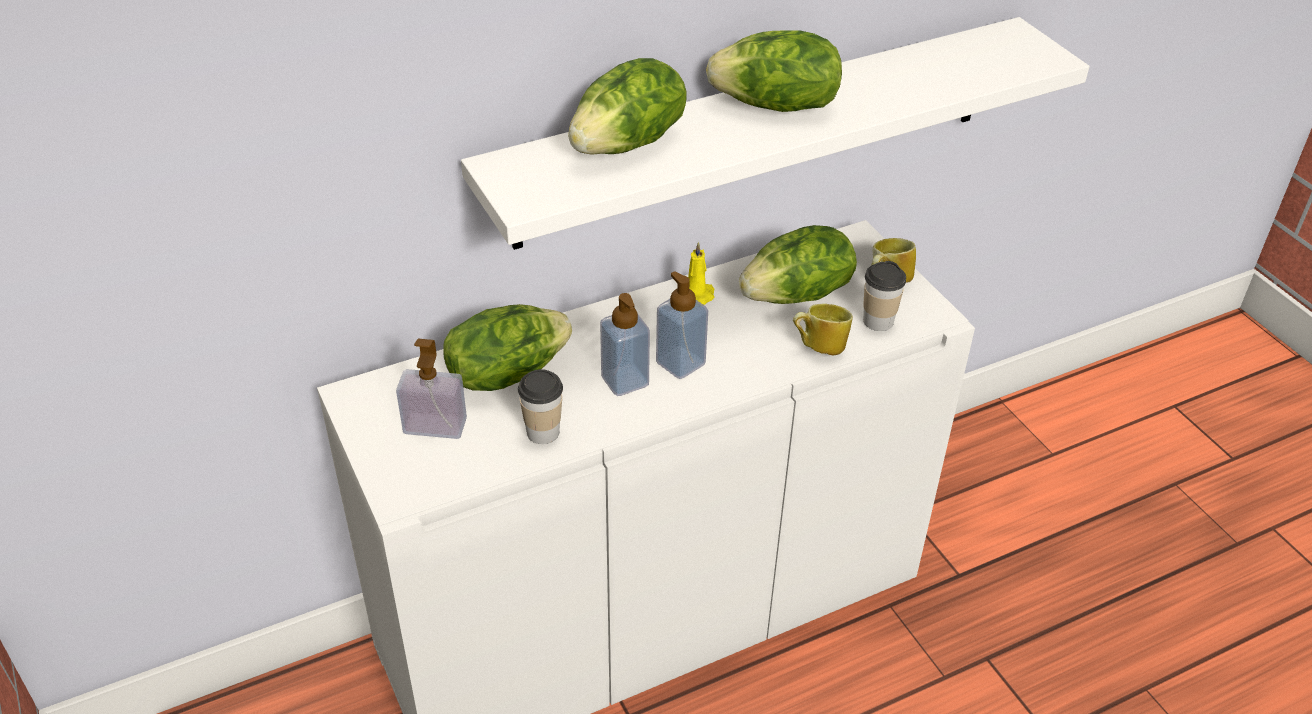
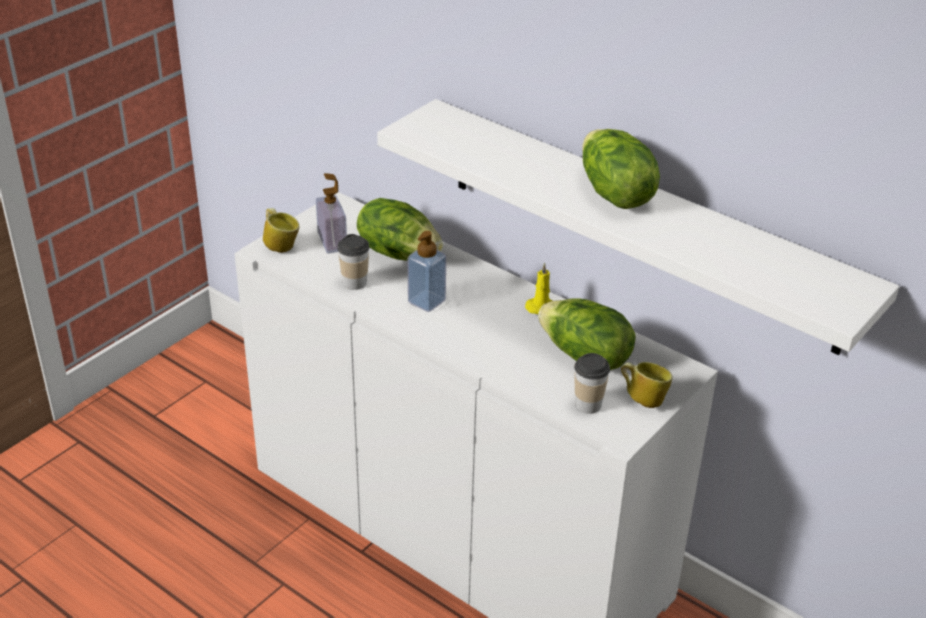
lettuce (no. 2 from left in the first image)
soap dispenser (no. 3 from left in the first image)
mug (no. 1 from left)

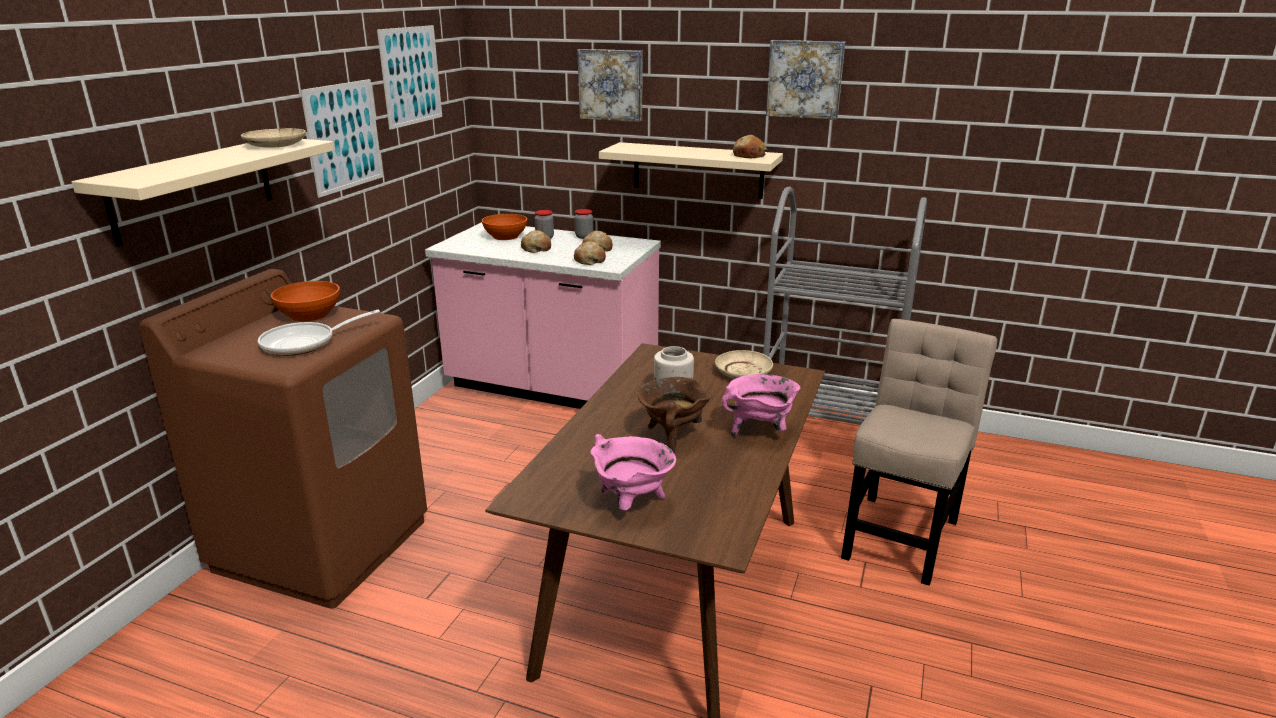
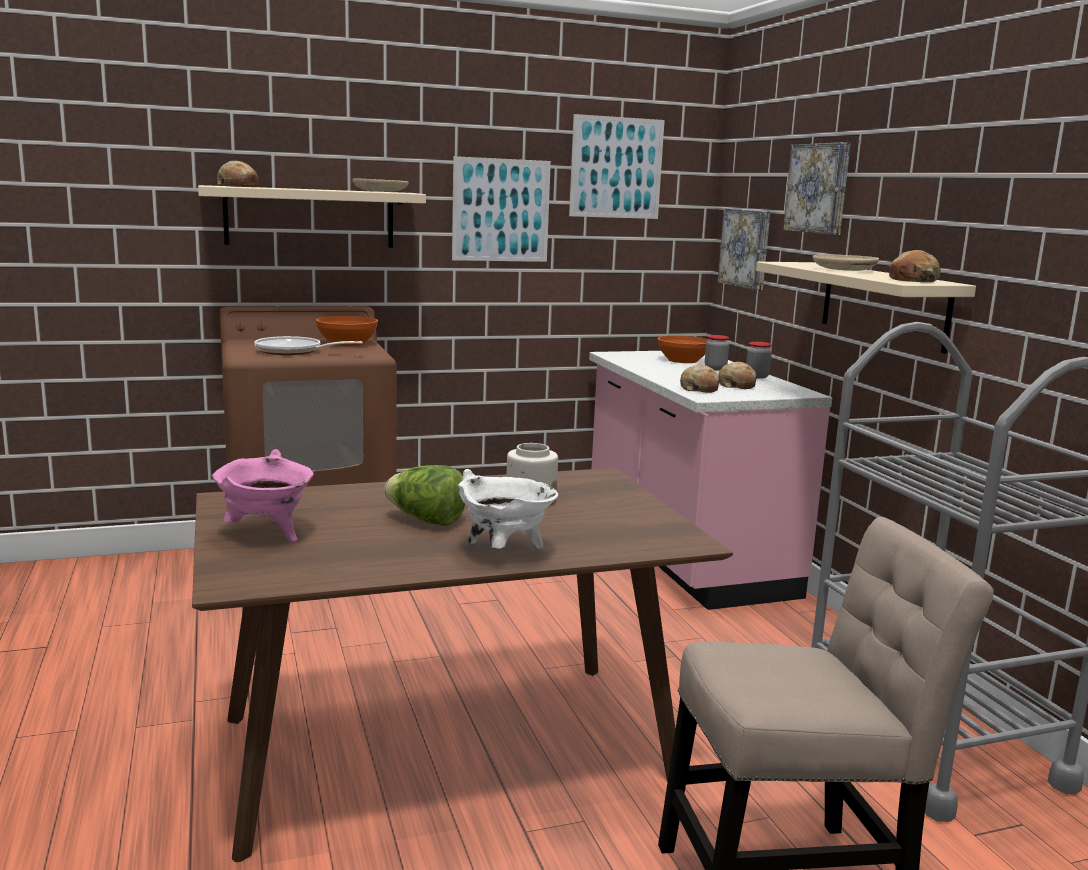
picture (no. 3 from left)
bread (no. 1 from left)
beige plate (no. 2 from left)
white cooking pot
lettuce

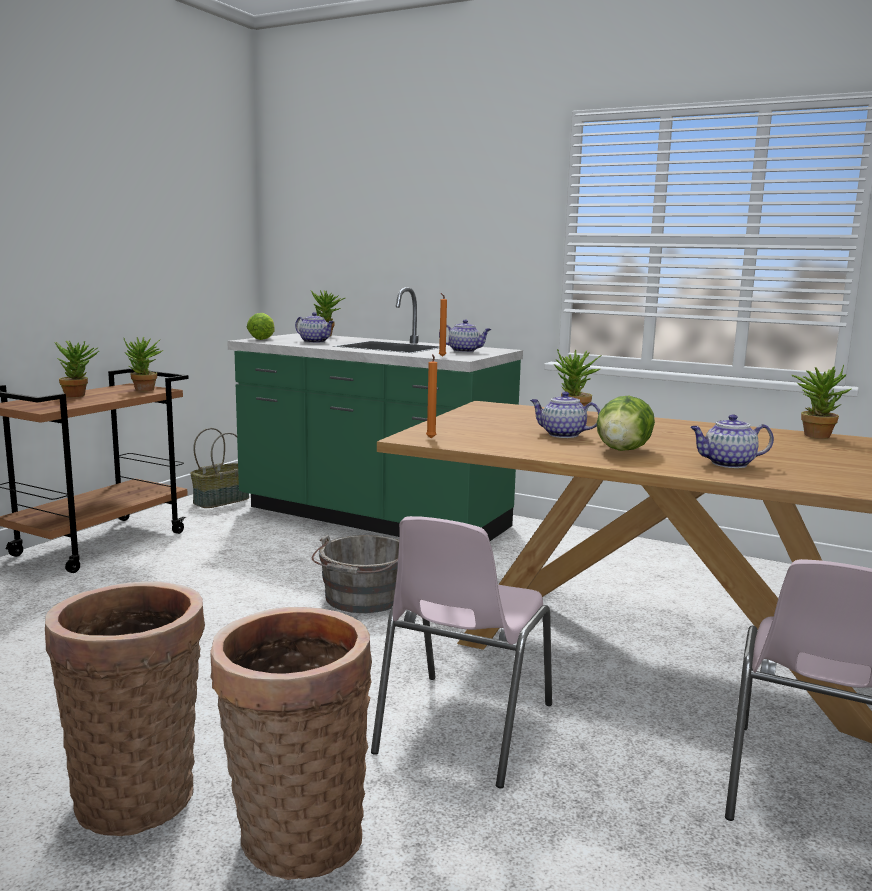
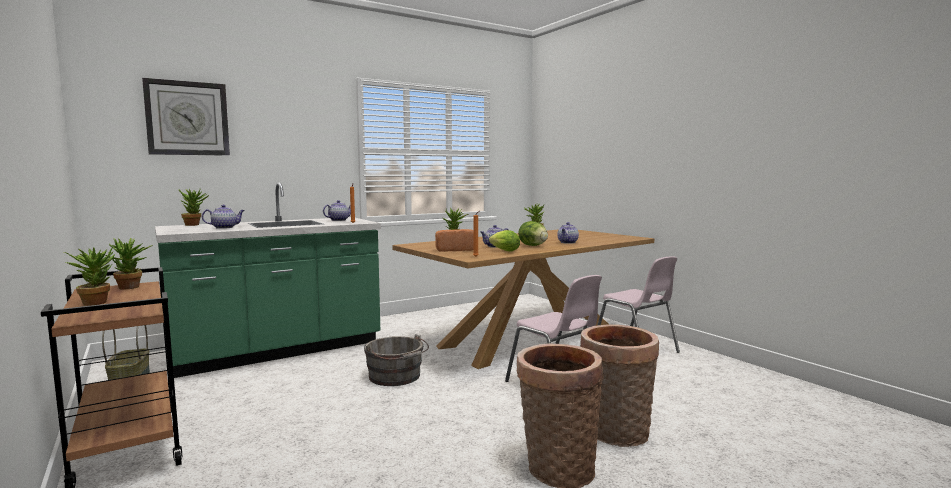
lettuce (no. 1 from left)
wall clock
bread

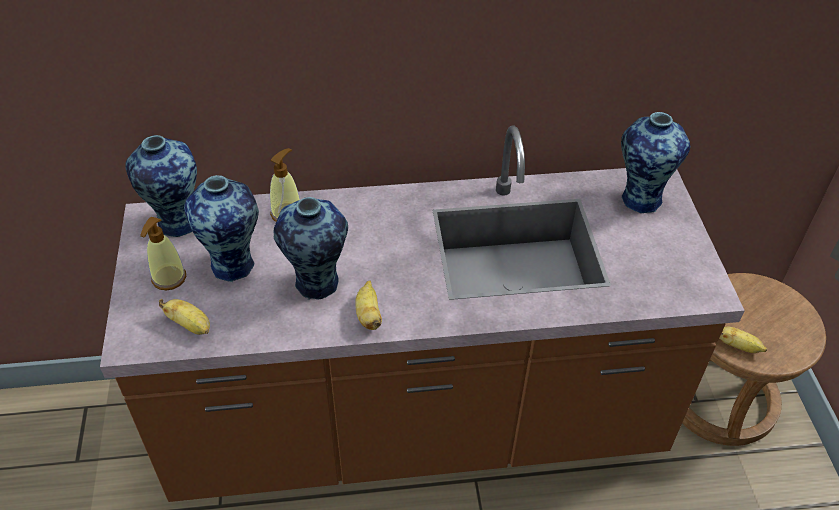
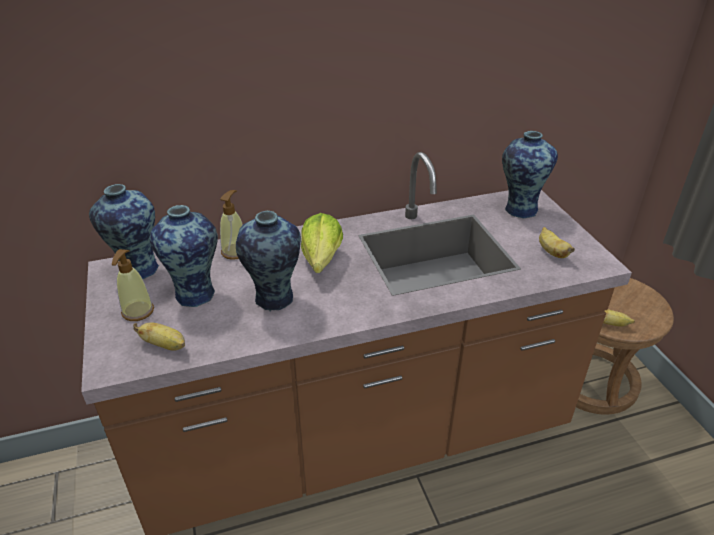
banana (no. 2 from left)
lettuce

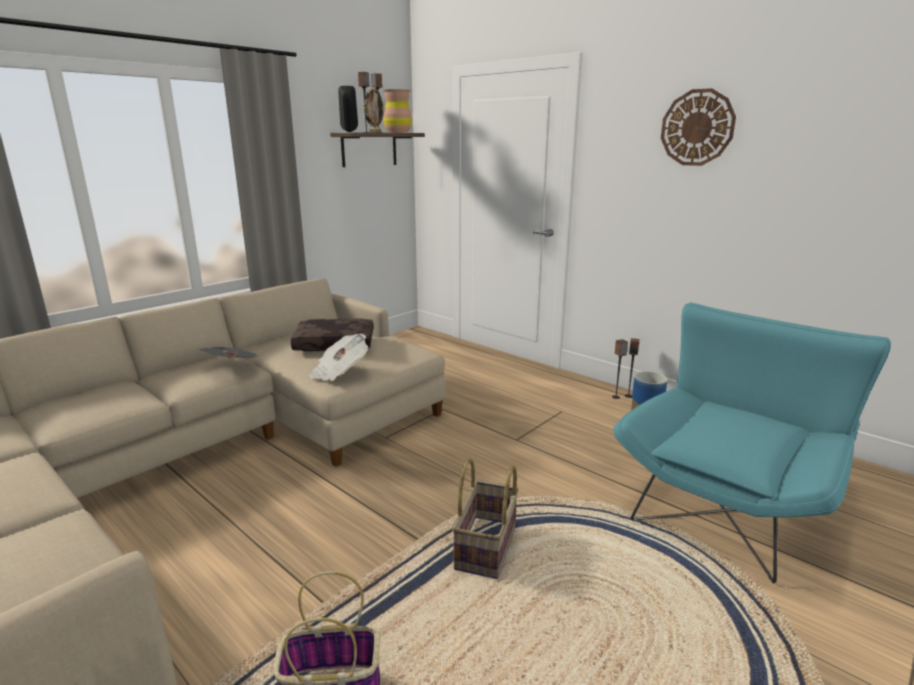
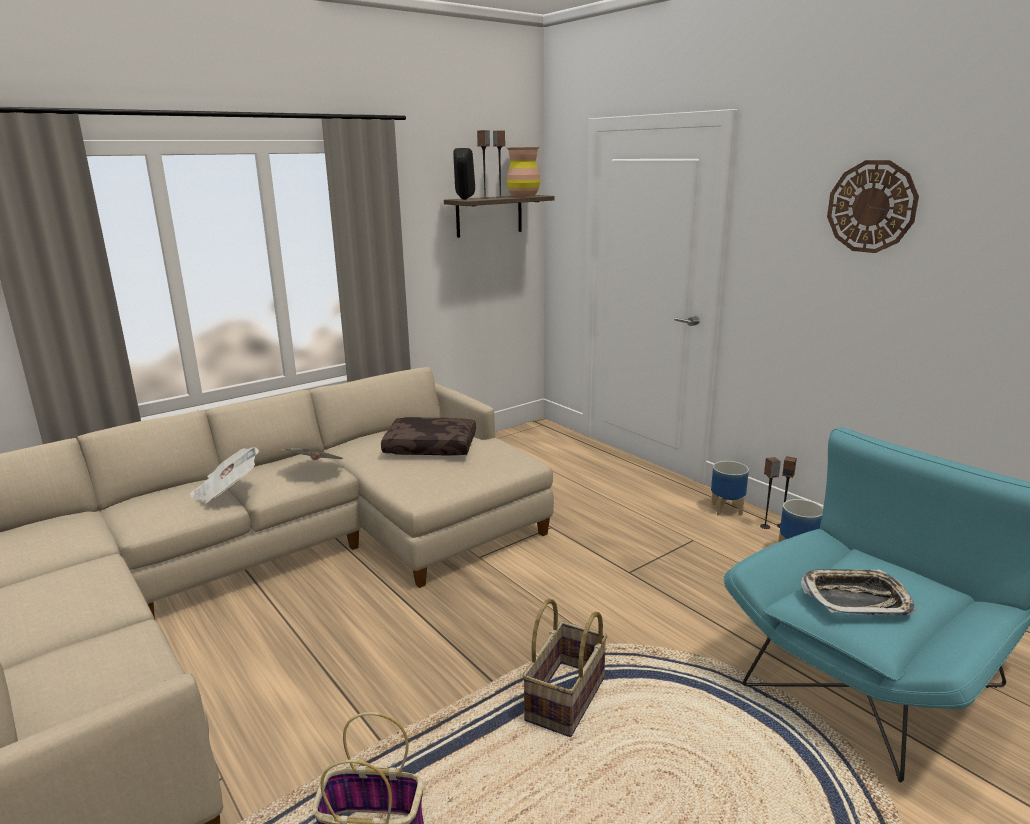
picture frame
newspaper (no. 1 from left)
planter (no. 1 from left)
tray

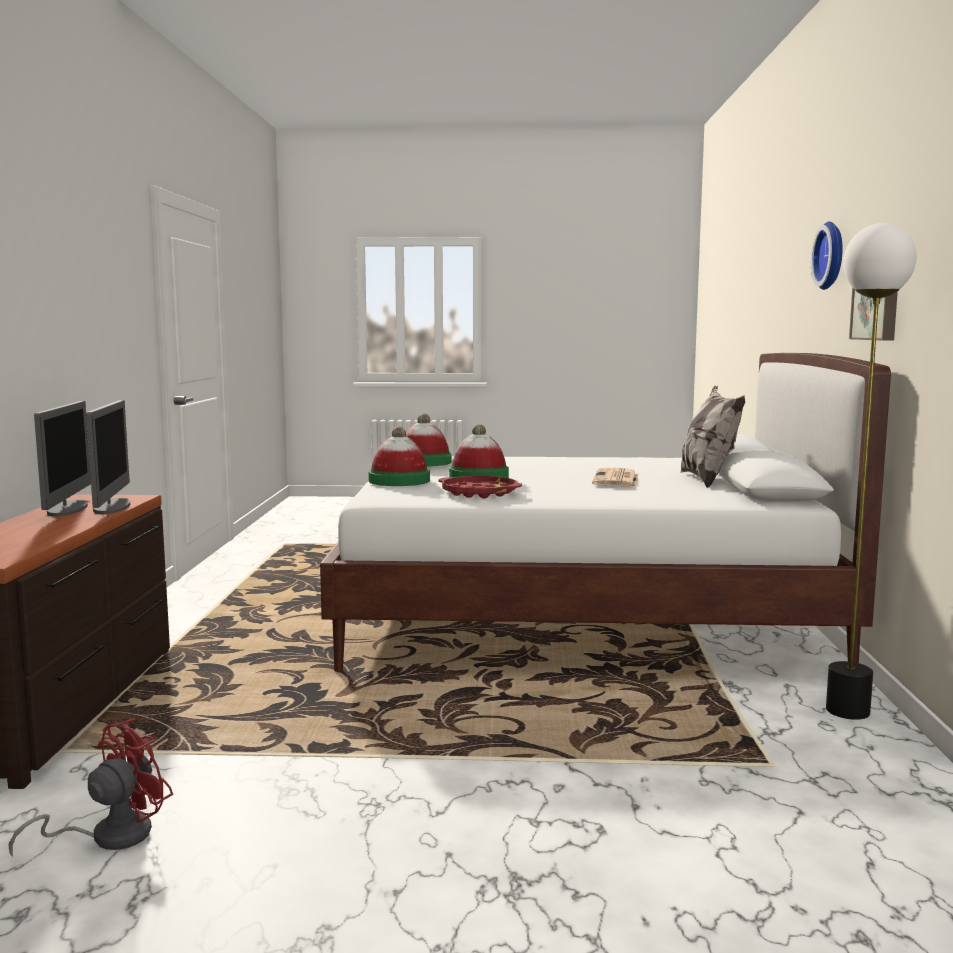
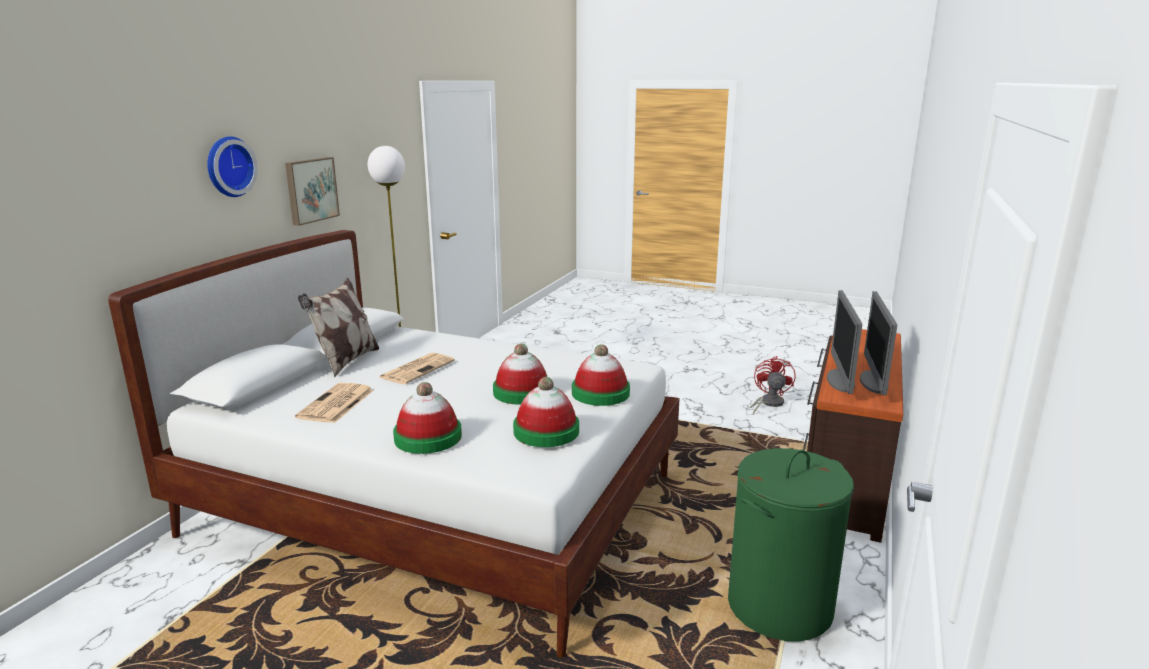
red tray
red fan
hat (no. 1 from left)
newspaper (no. 1 from left)
green laundry basket

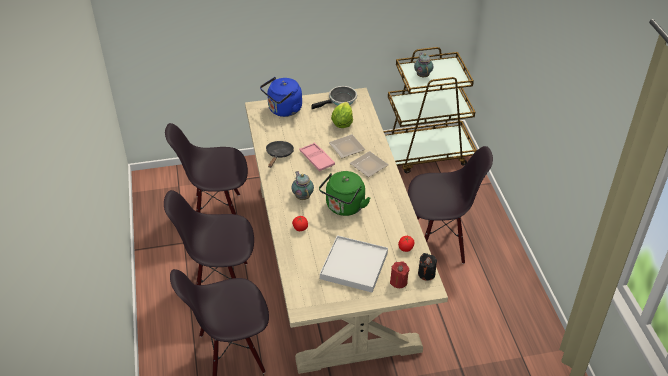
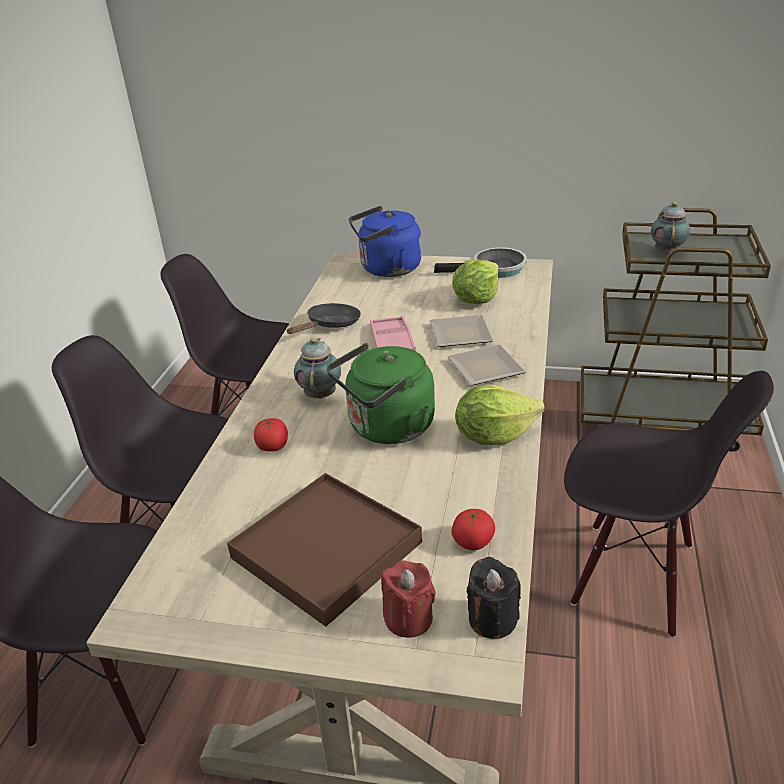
brown tray
lettuce (no. 2 from left)

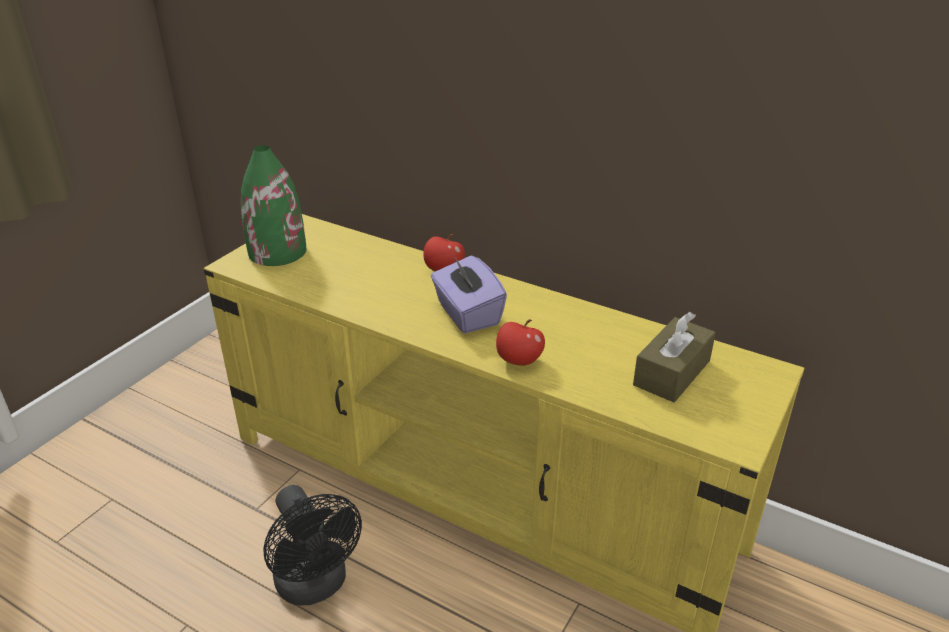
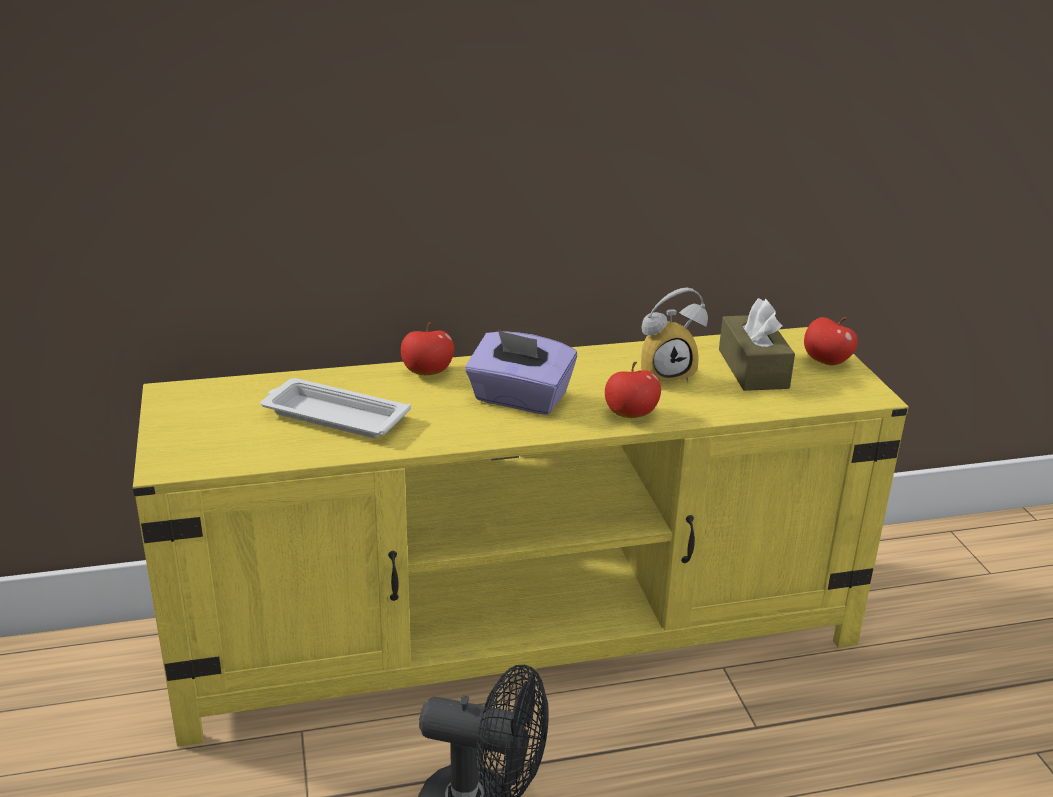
green vase
alarm clock
apple (no. 3 from left)
white tray

